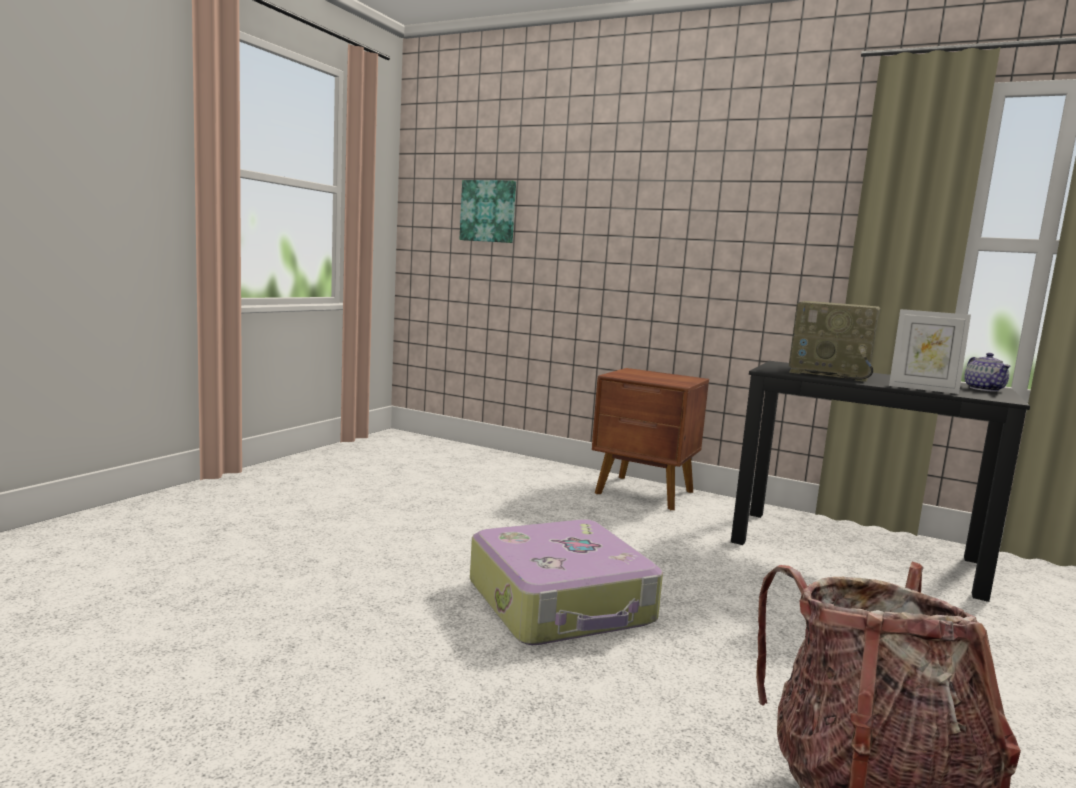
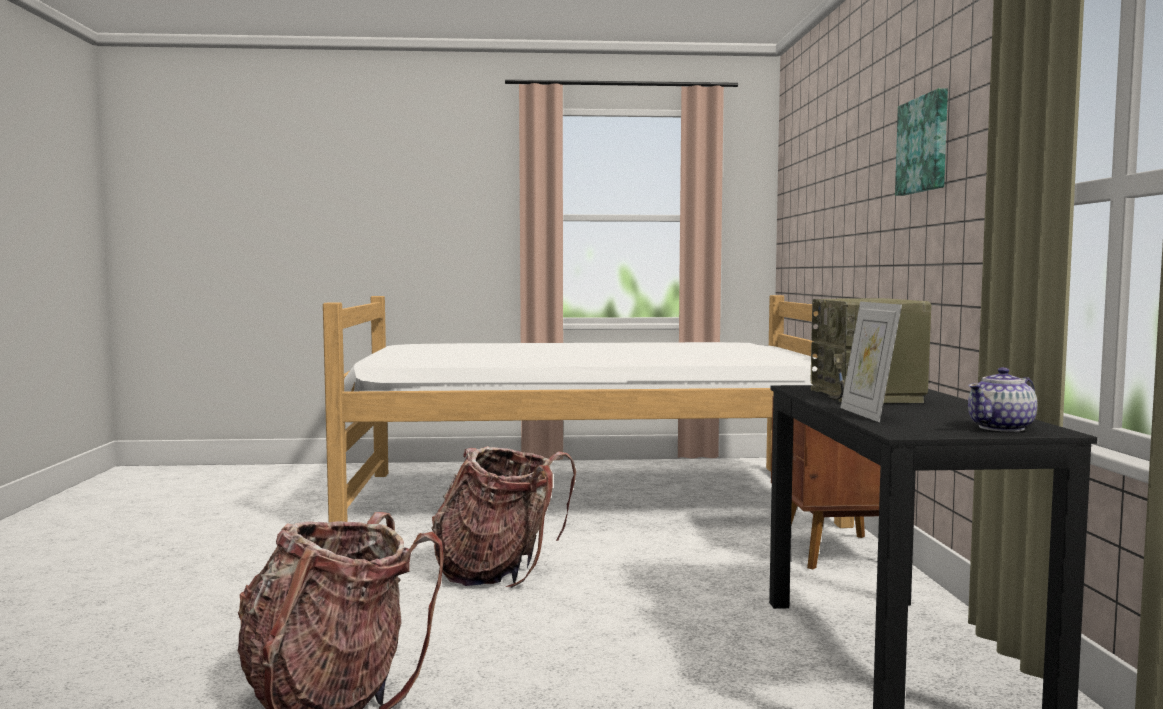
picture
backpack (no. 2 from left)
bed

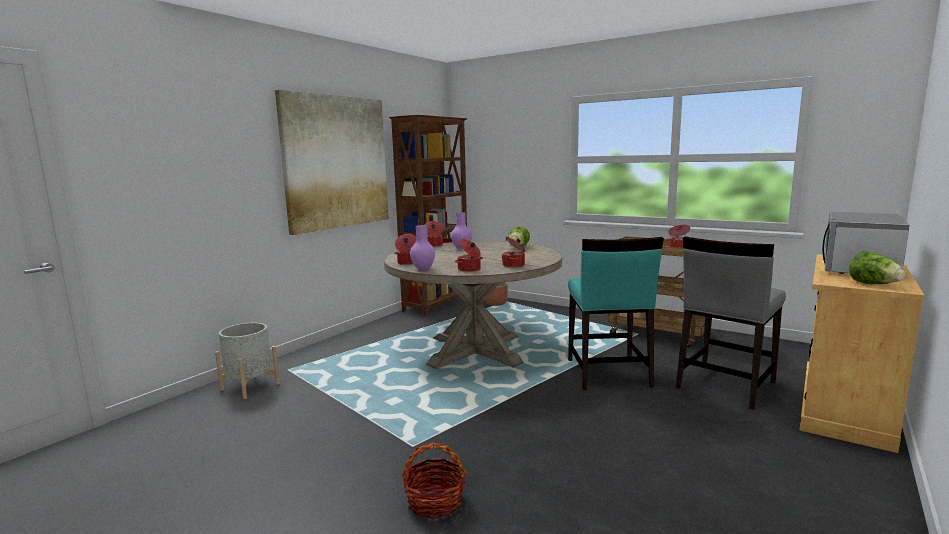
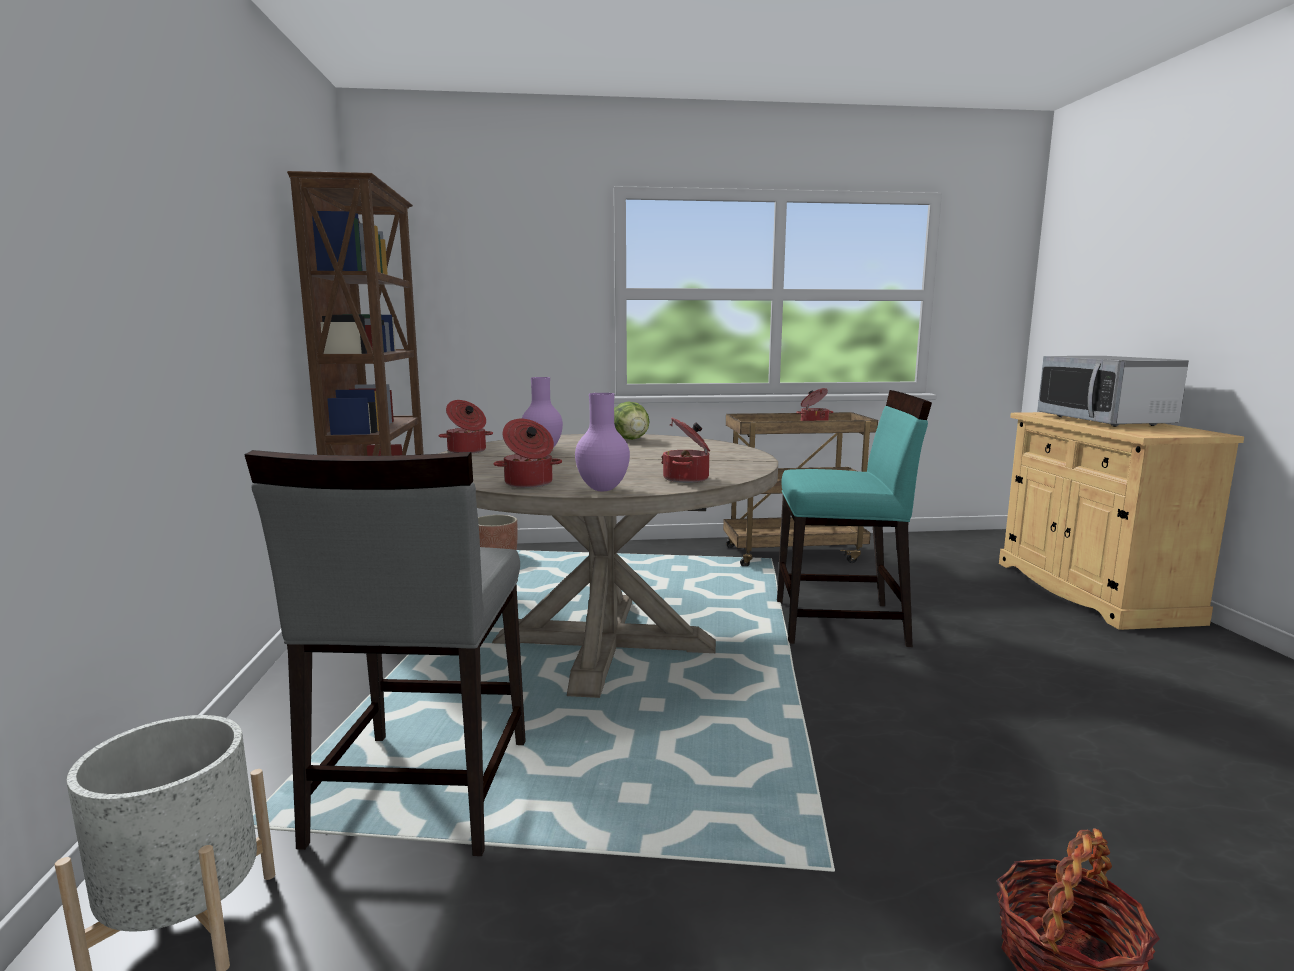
picture
cooking pot (no. 4 from left in the first image)
turquoise chair
grey chair
lettuce (no. 2 from left in the first image)

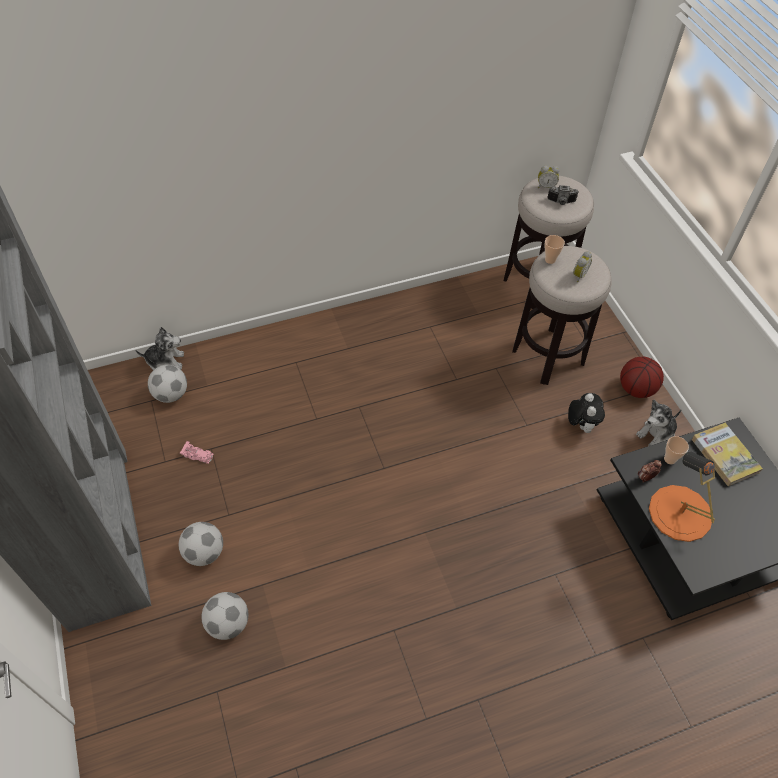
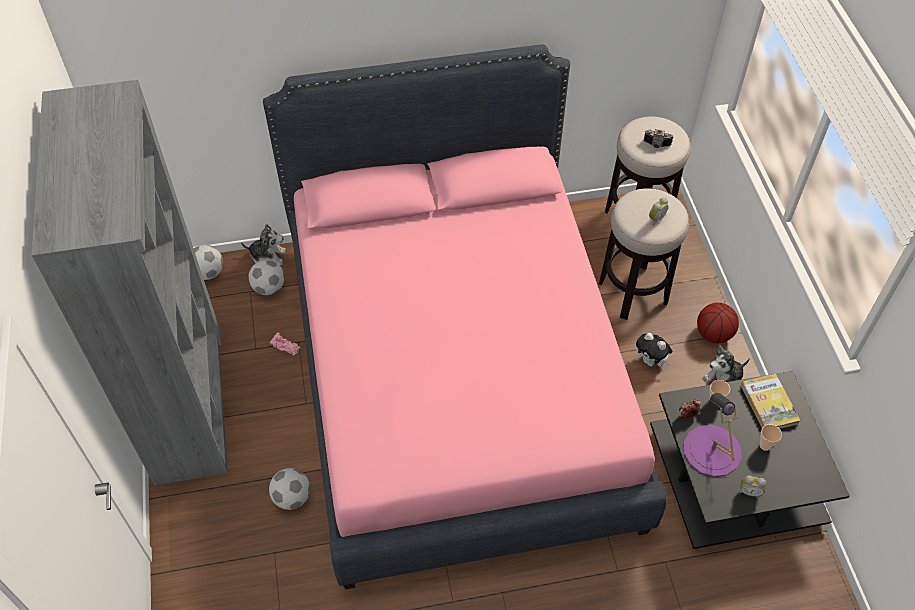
alarm clock (no. 3 from left)
cup (no. 2 from left)
plush toy (no. 2 from left)
purple table lamp
football (no. 1 from left)
pink bed

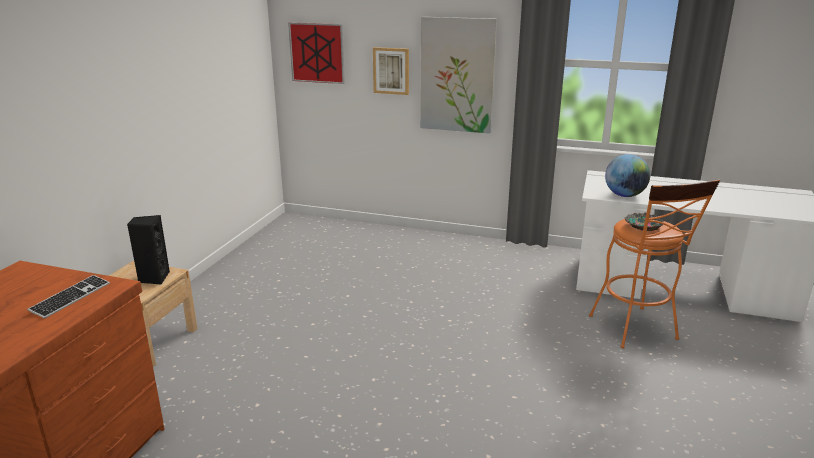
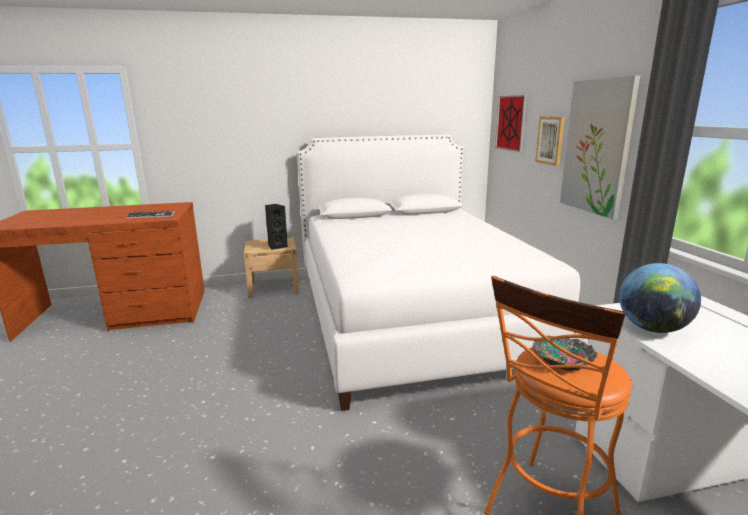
white bed

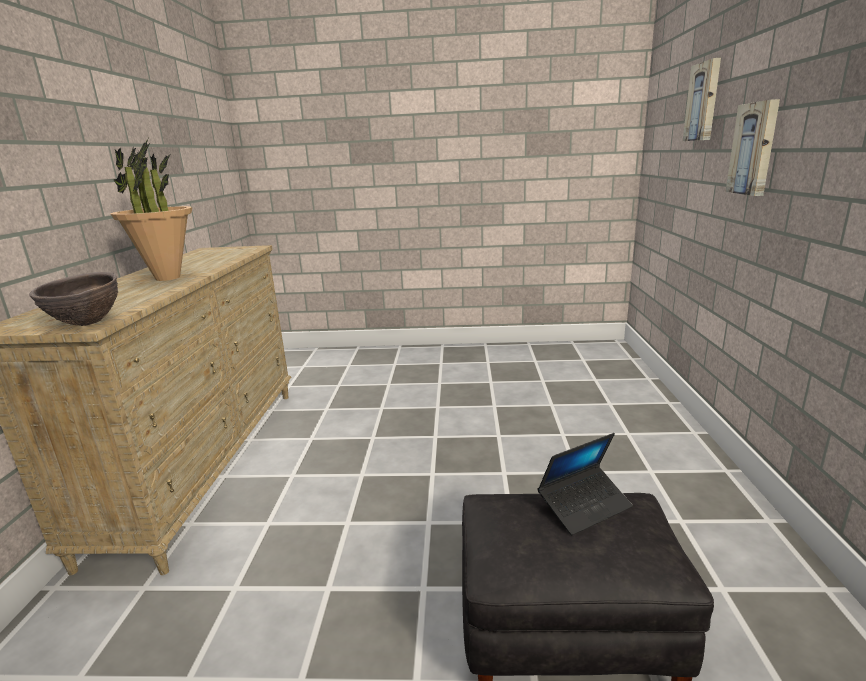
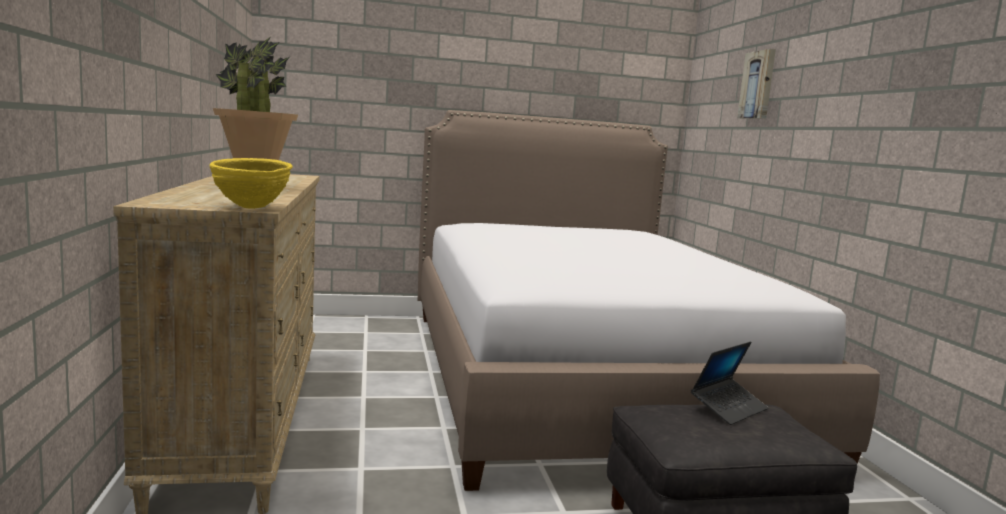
picture (no. 2 from left in the first image)
yellow bowl
bed

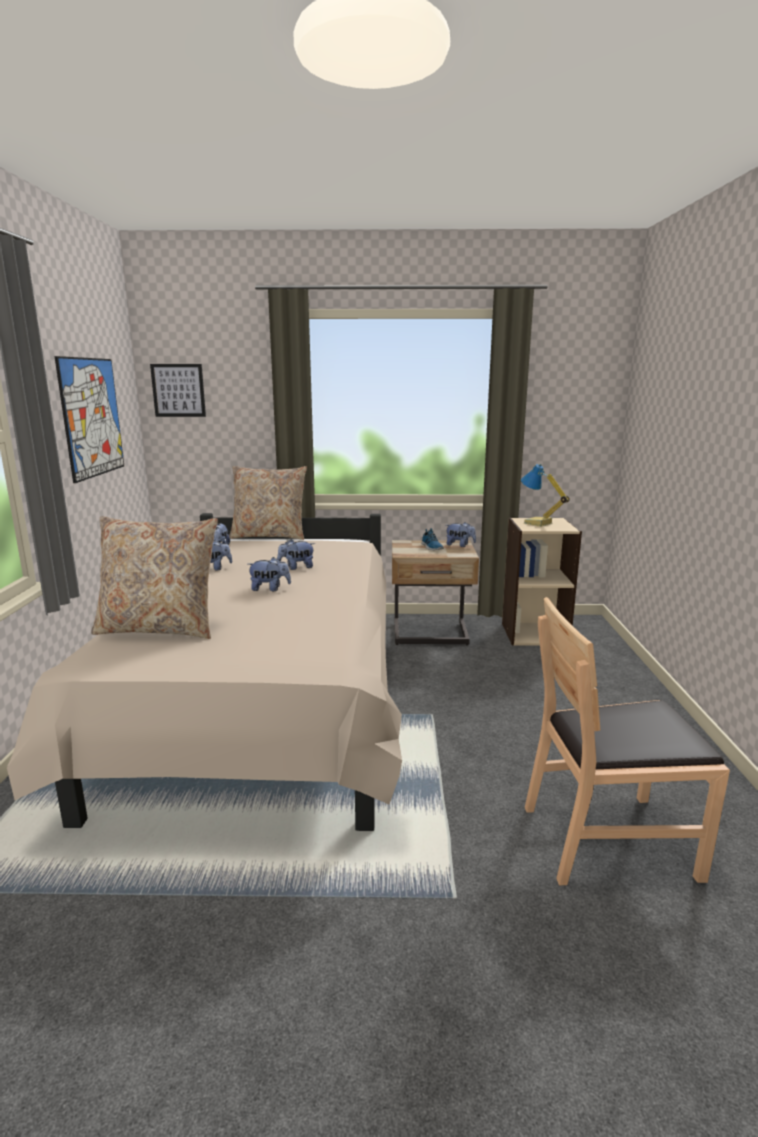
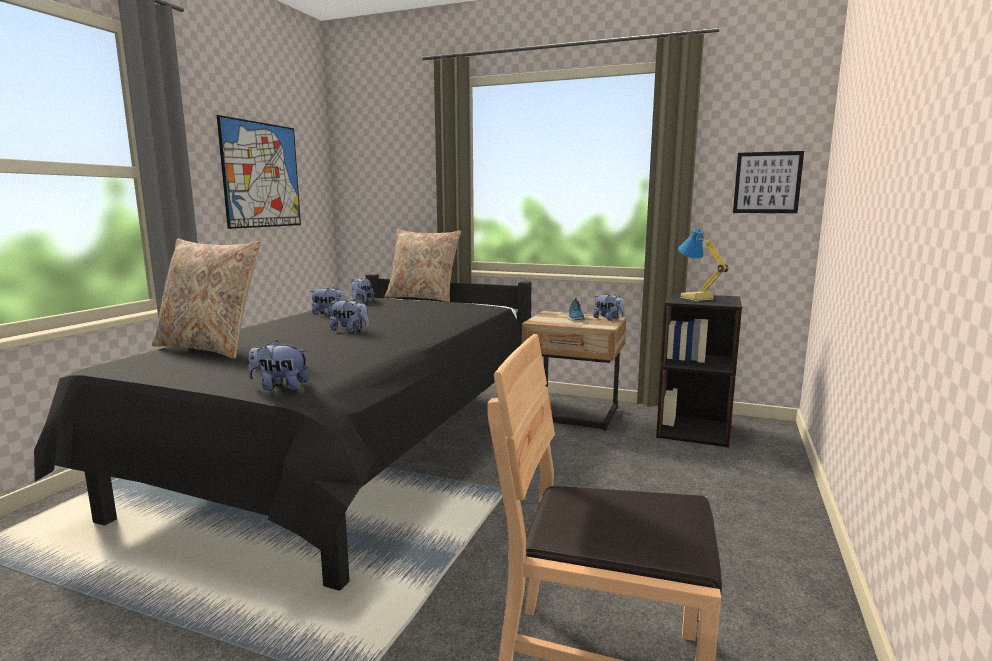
picture (no. 2 from left)
black bed
black bookcase
plush toy (no. 1 from left)

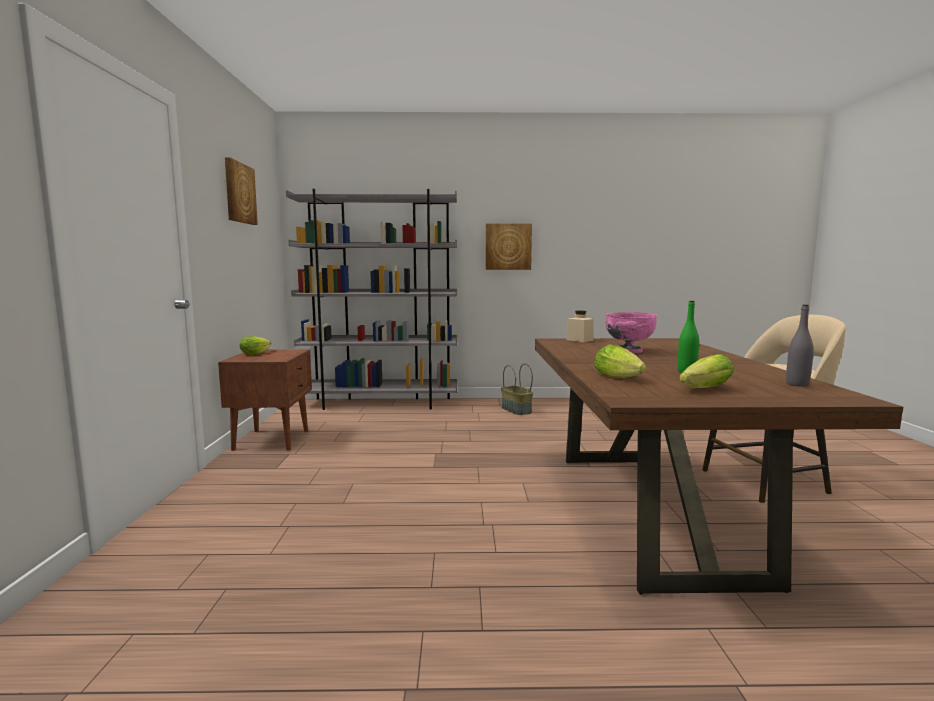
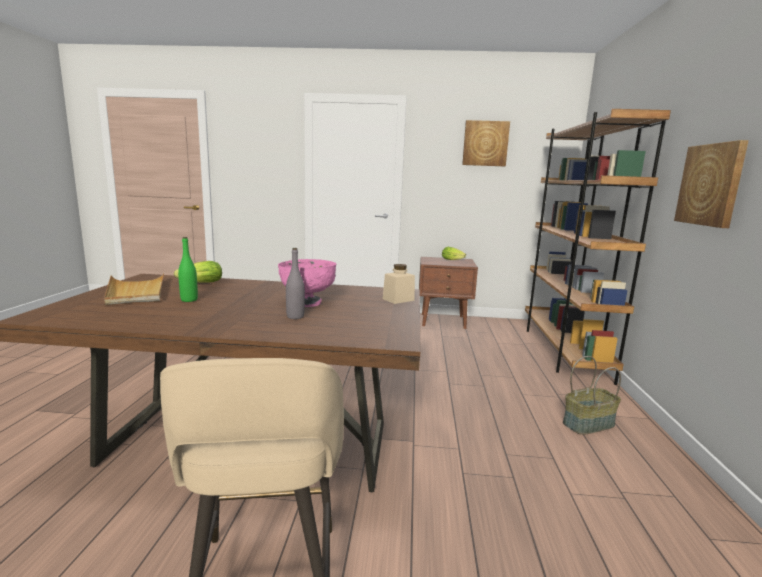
brown bookcase
grey bottle
beige tray

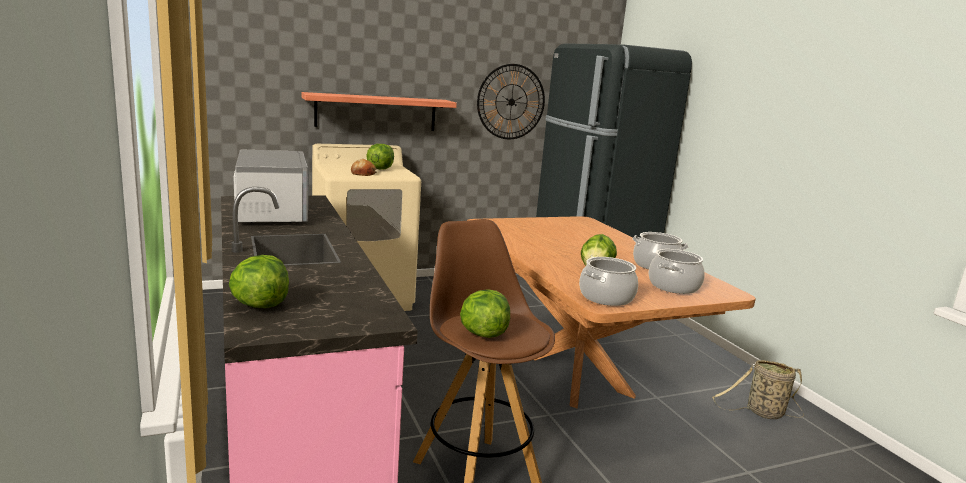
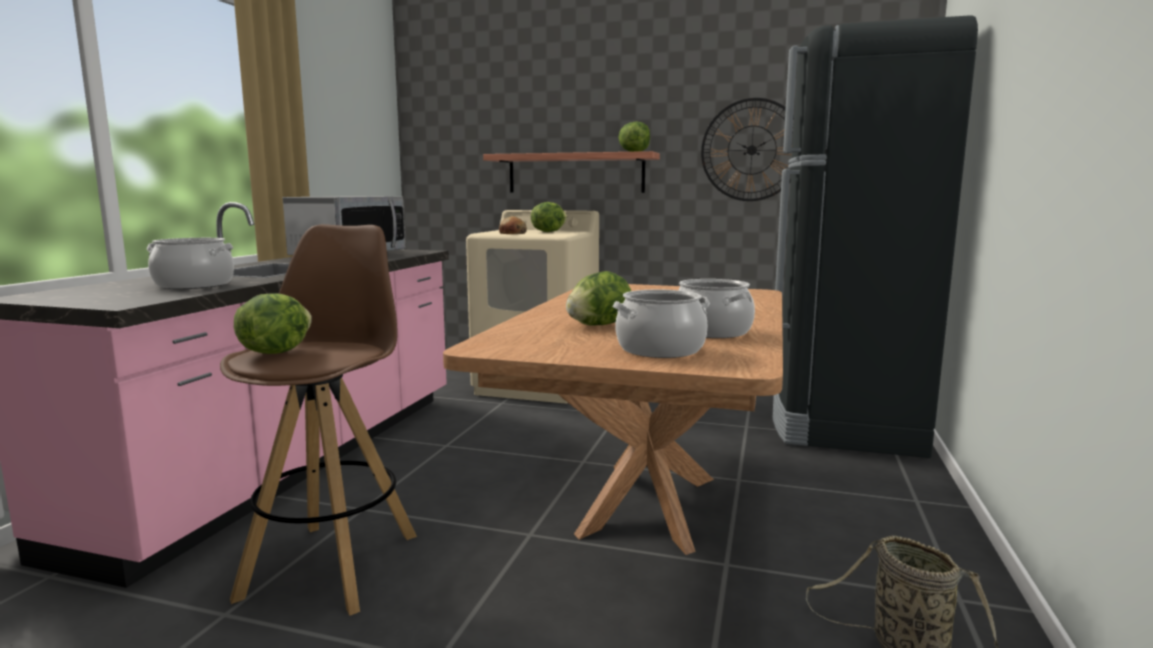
lettuce (no. 4 from left)
cooking pot (no. 1 from left)

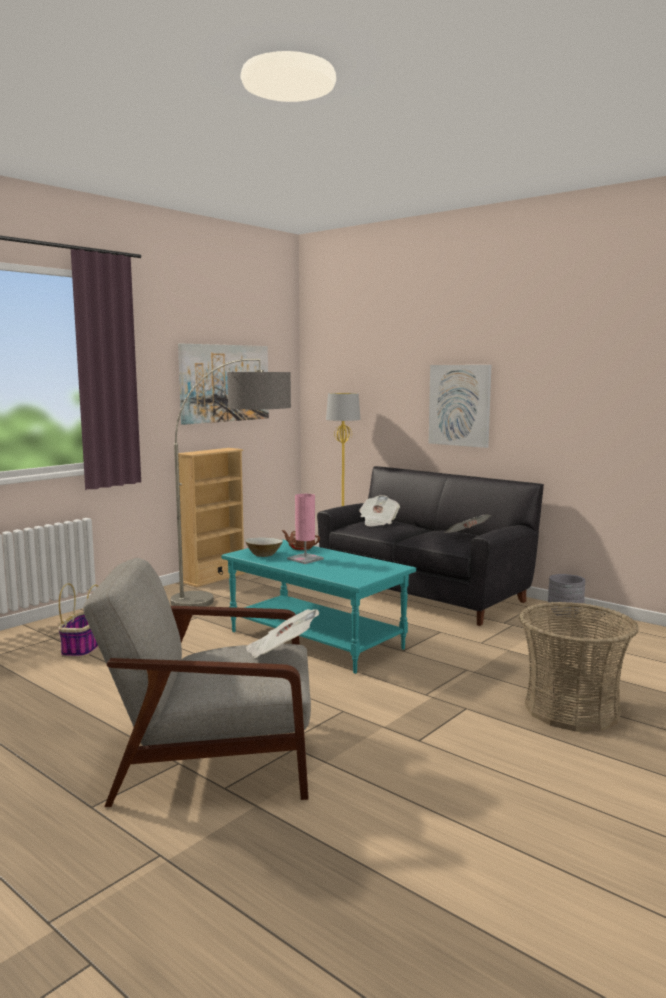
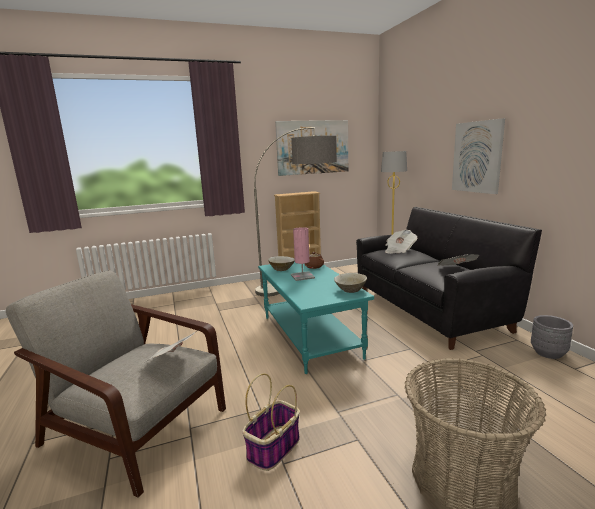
basket (no. 1 from left)
beige bowl (no. 2 from left)

